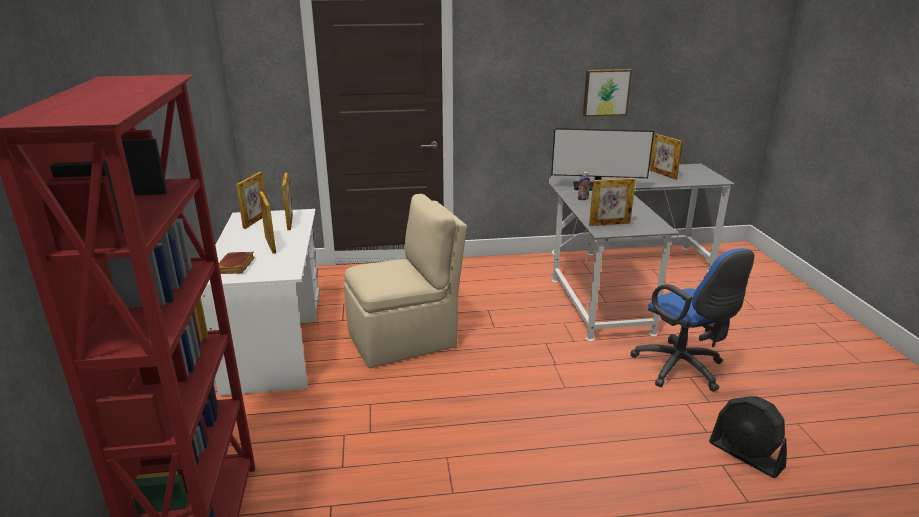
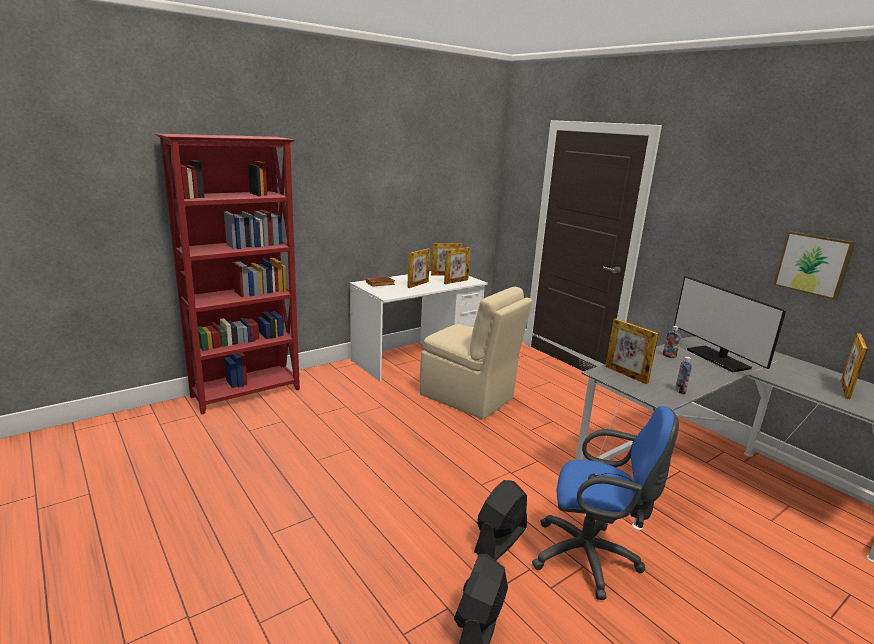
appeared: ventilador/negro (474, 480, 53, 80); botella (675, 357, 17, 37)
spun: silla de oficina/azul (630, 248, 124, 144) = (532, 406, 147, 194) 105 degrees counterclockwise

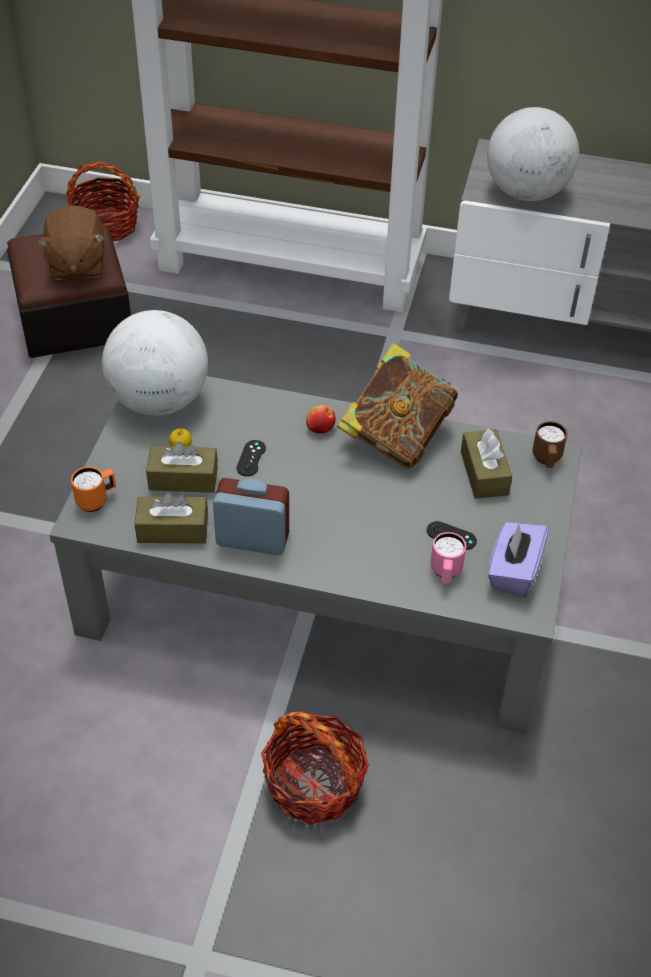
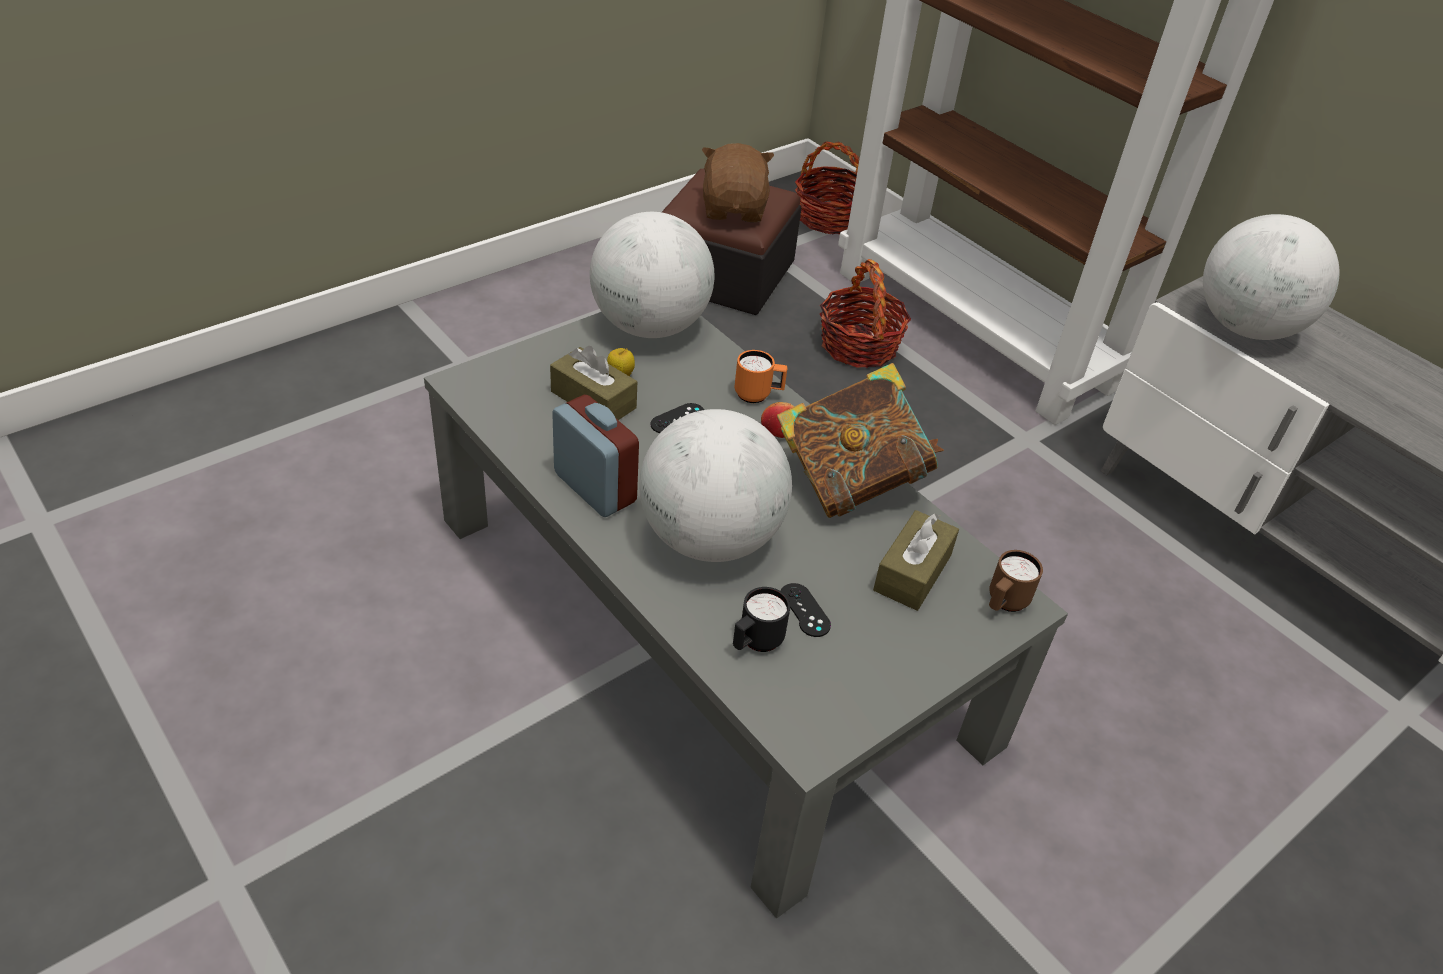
missing: caja de pañuelos/marrón (134, 493, 74, 50); caja de pañuelos/morado (488, 522, 61, 75)
appeared: globo terráqueo (639, 409, 153, 153)
relocated: taza grande/naranja (71, 467, 45, 45) to (735, 350, 52, 53); cesta (261, 711, 108, 114) to (820, 259, 91, 109)
colour: taza grande/rosa (431, 532, 35, 52) to taza grande/negro (733, 587, 57, 65)
spun: peluche/marrón (37, 205, 68, 75) = (702, 143, 72, 79) 150 degrees clockwise

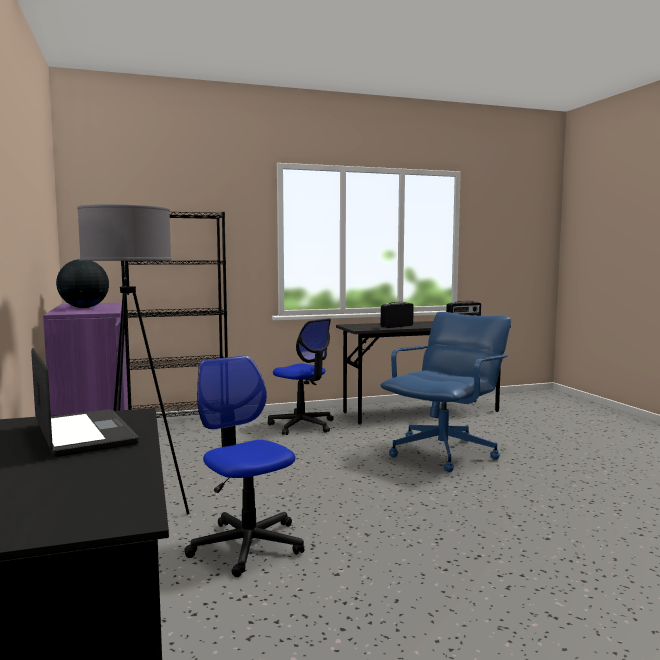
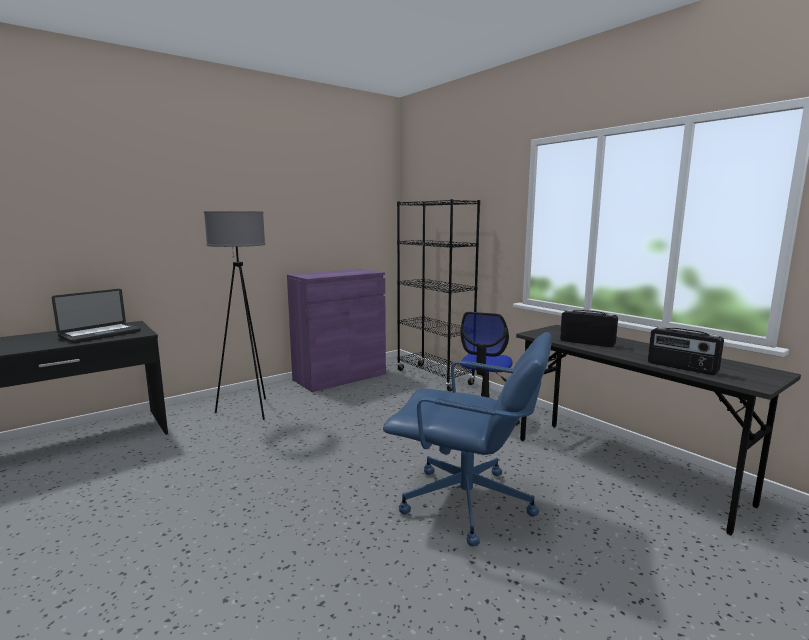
missing: globo terráqueo (56, 259, 53, 49); silla de oficina (184, 356, 121, 221)

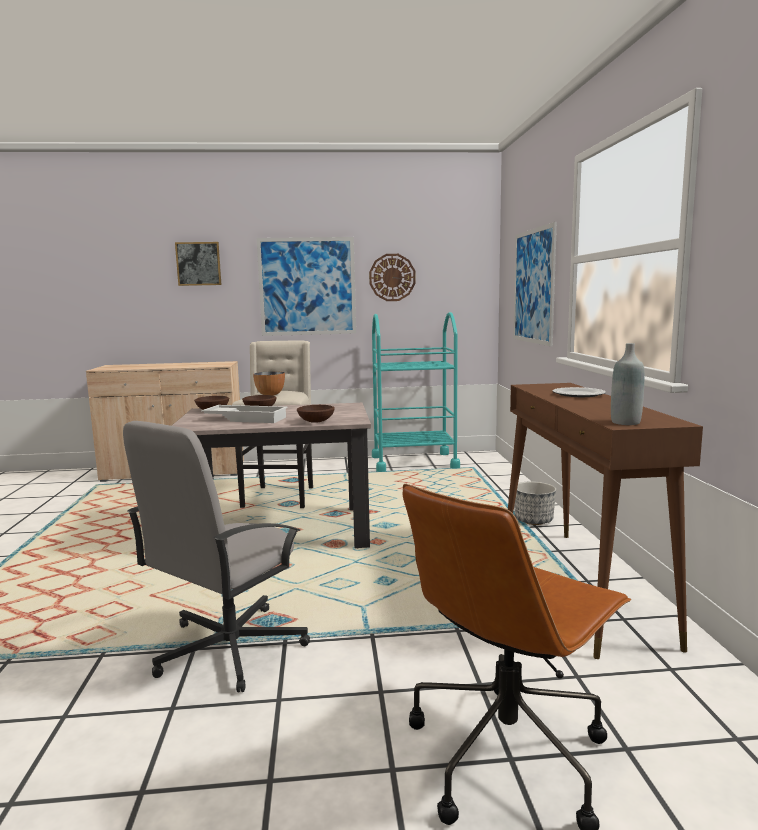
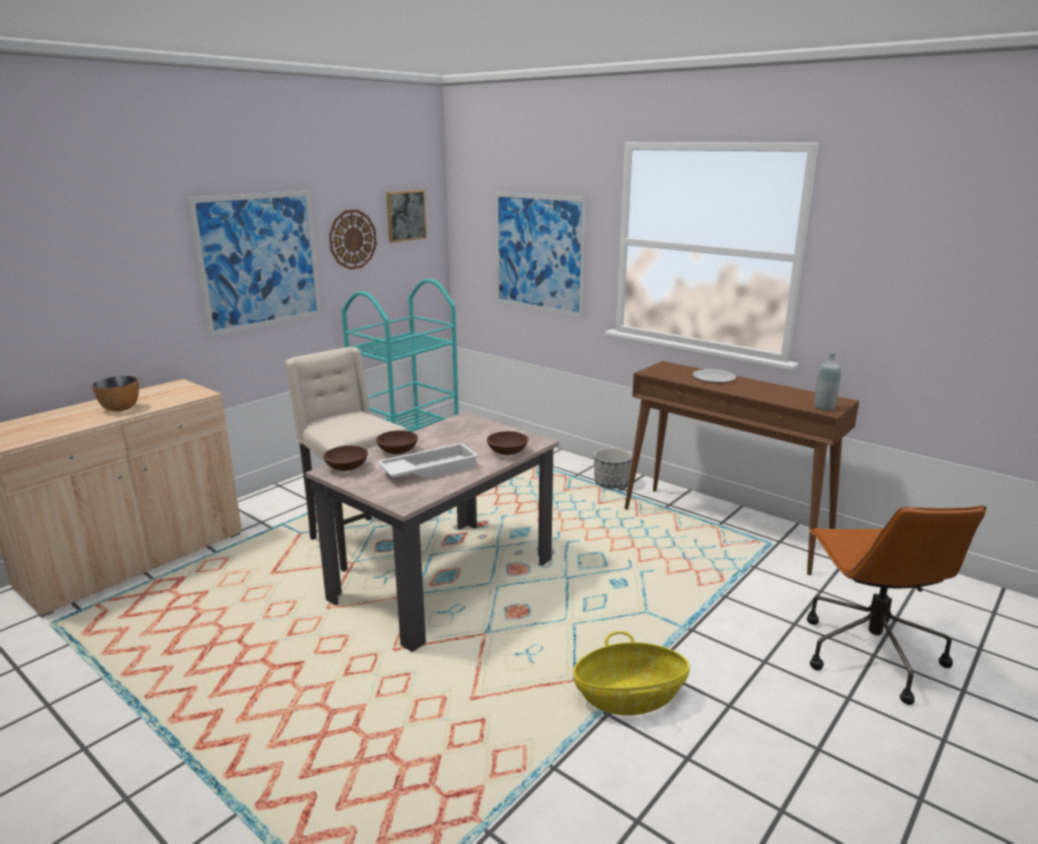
relocated: cuadro (175, 242, 46, 44) to (386, 190, 41, 53); cuenco (253, 371, 32, 25) to (92, 376, 47, 36)
exchanged: silla de oficina/gris (123, 421, 187, 272) to cesta (573, 631, 116, 85)

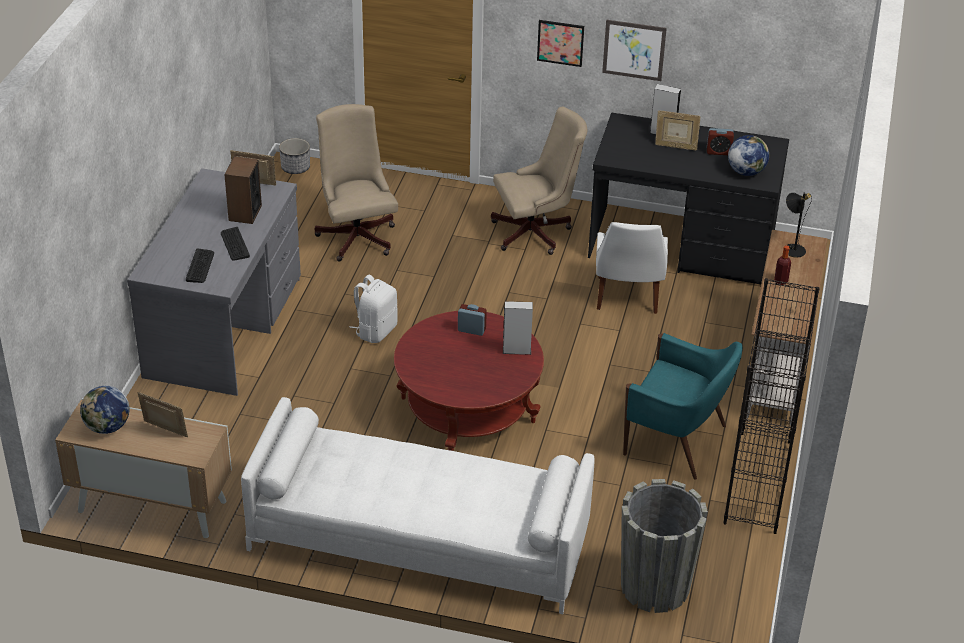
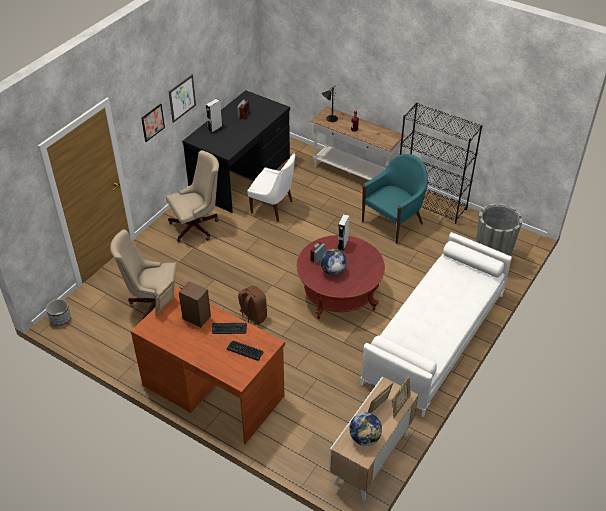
relocated: portarretratos (655, 110, 45, 40) to (392, 377, 19, 41); globo terráqueo (728, 135, 41, 41) to (320, 249, 27, 26)
colour: escritorio/gris (127, 168, 174, 228) to escritorio/marrón (131, 287, 154, 157); mochila/blanco (349, 275, 49, 68) to mochila/marrón (238, 286, 29, 39)
spun: silla de oficina/beis (491, 107, 97, 148) = (166, 150, 53, 92) 60 degrees clockwise

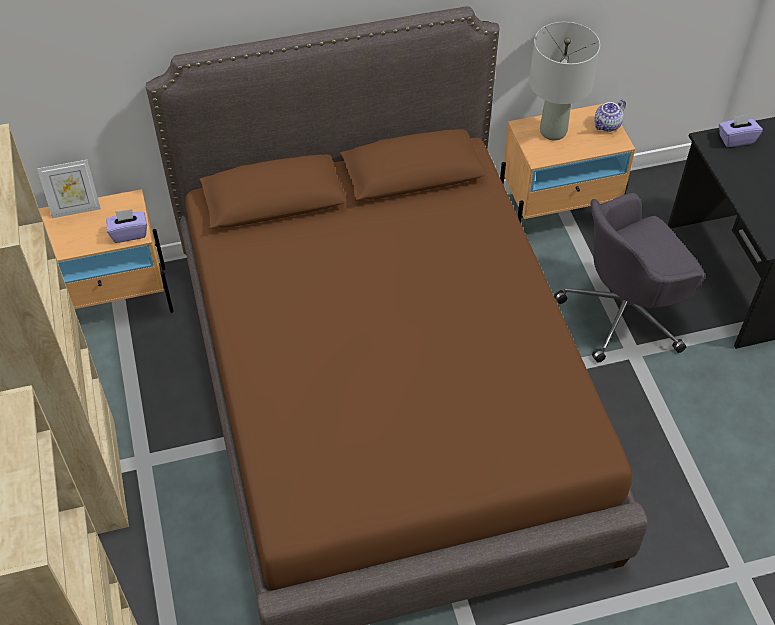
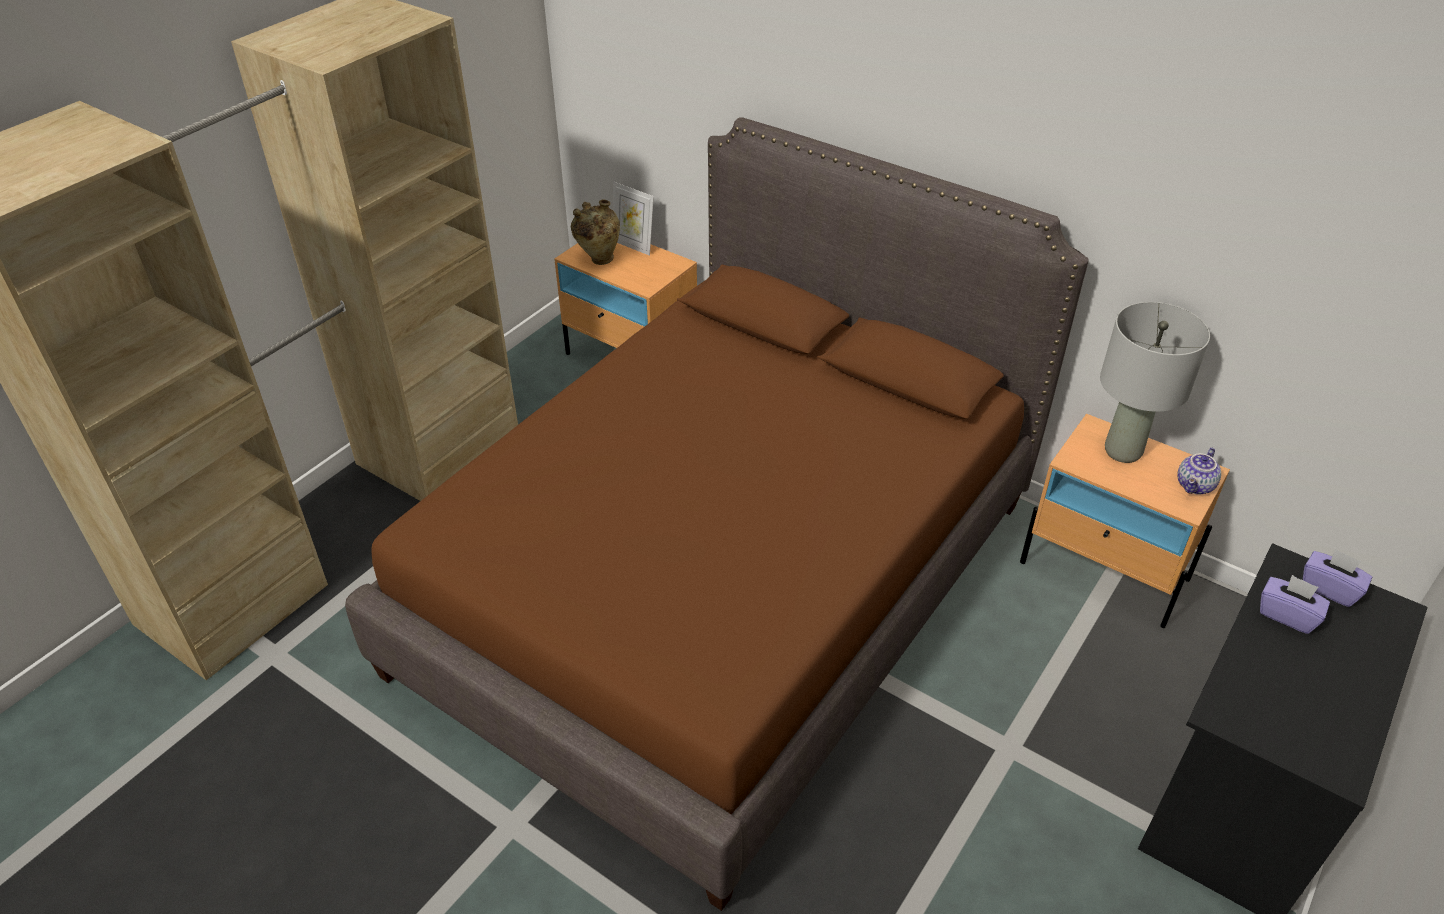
missing: silla de oficina/gris (554, 193, 151, 170)
appeared: florero/beis (571, 200, 49, 65)
relocated: caja de pañuelos/morado (106, 209, 41, 34) to (1260, 575, 70, 59)
spun: tetera (594, 100, 32, 32) = (1177, 448, 44, 47) 60 degrees counterclockwise

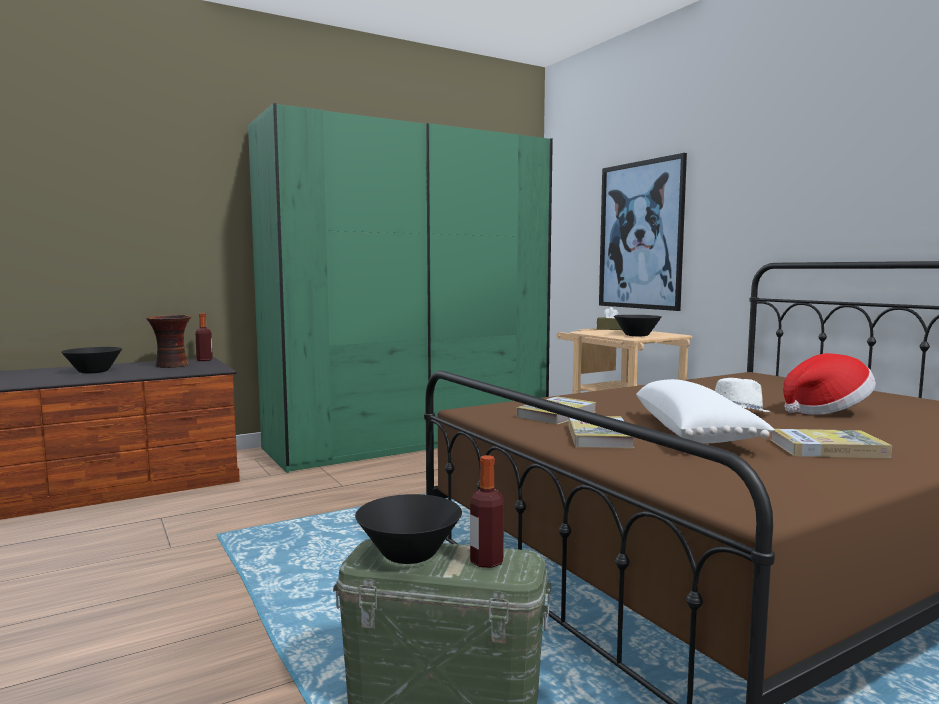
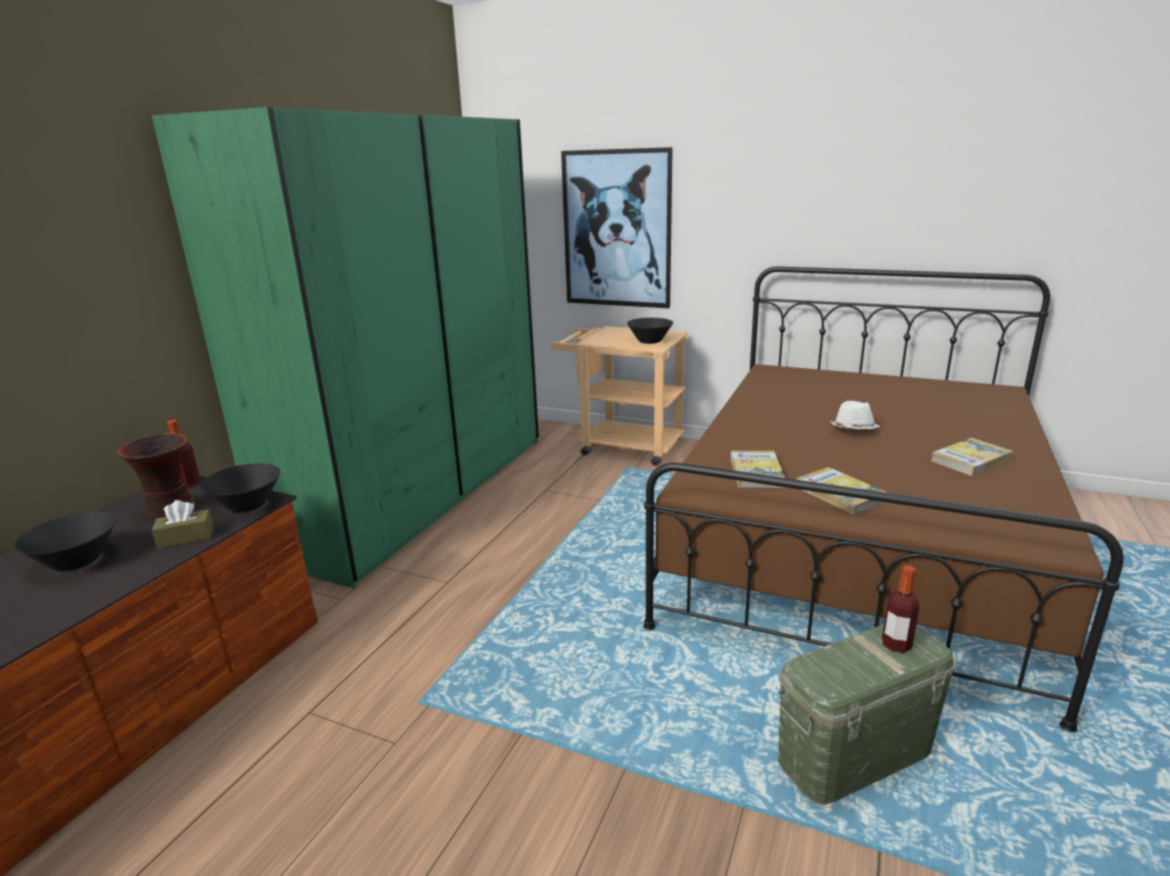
missing: cojín/blanco (636, 379, 139, 64); sombrero (783, 353, 93, 62)
relocated: cuenco/negro (355, 494, 107, 70) to (200, 463, 80, 50); caja de pañuelos/marrón (597, 307, 25, 23) to (152, 500, 62, 48)

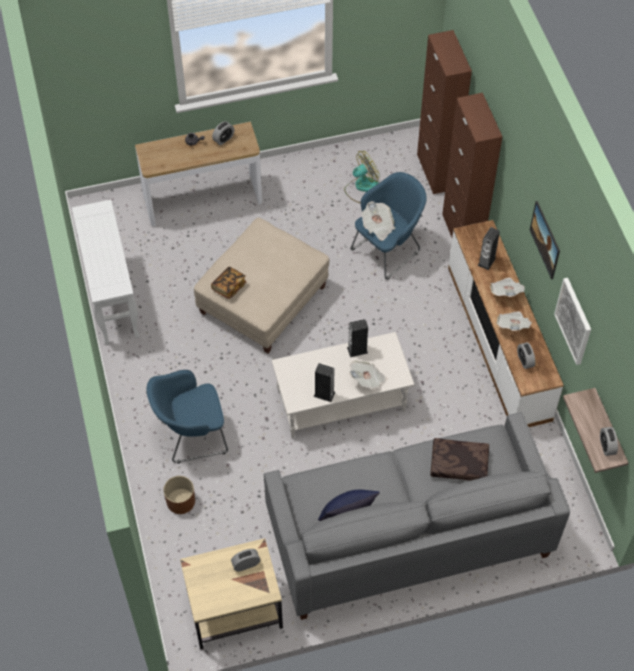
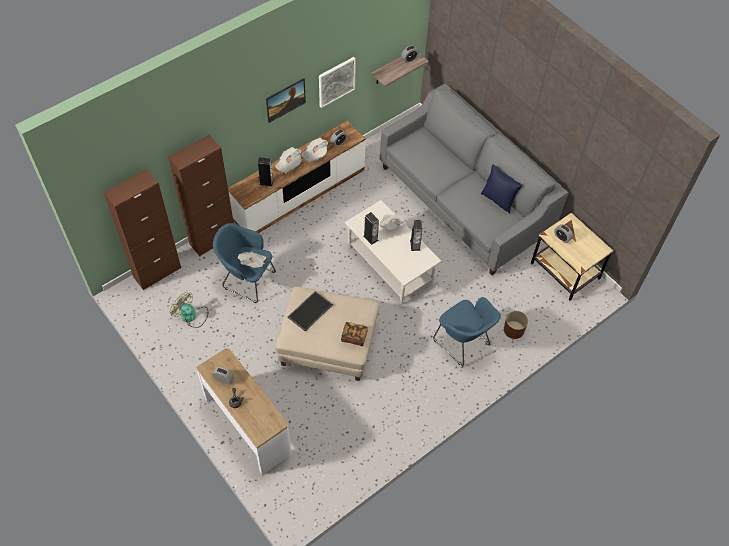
missing: mesa consola/blanco (72, 200, 67, 145); cojín/marrón (430, 438, 59, 43)
appeared: bandeja (287, 291, 46, 40)

